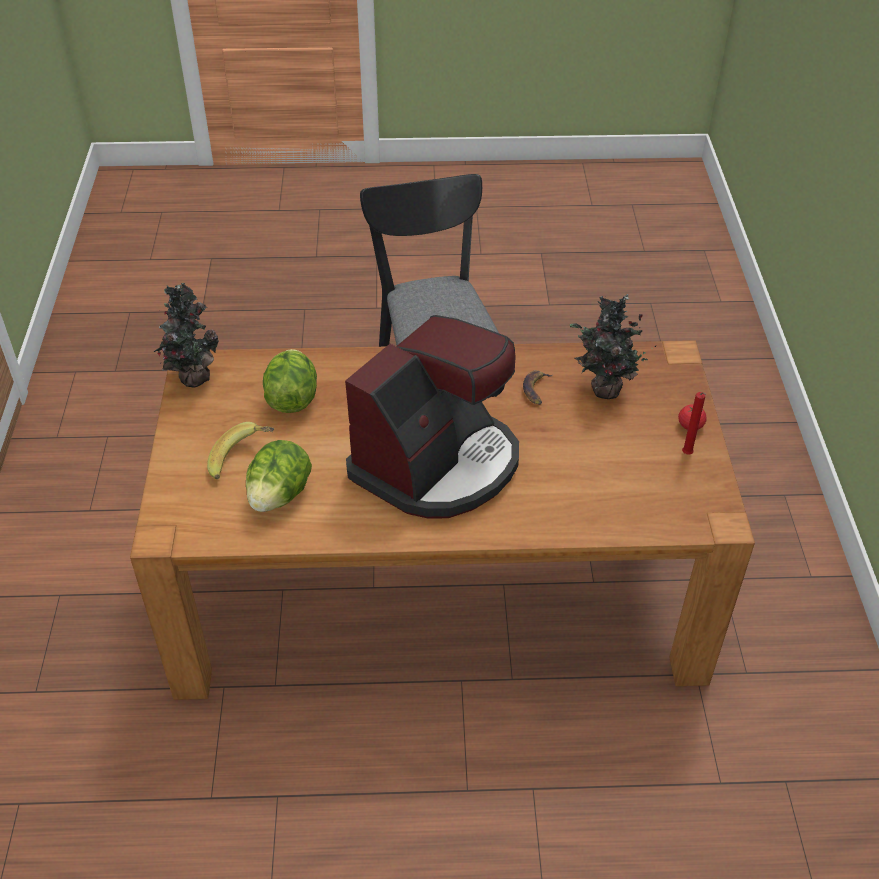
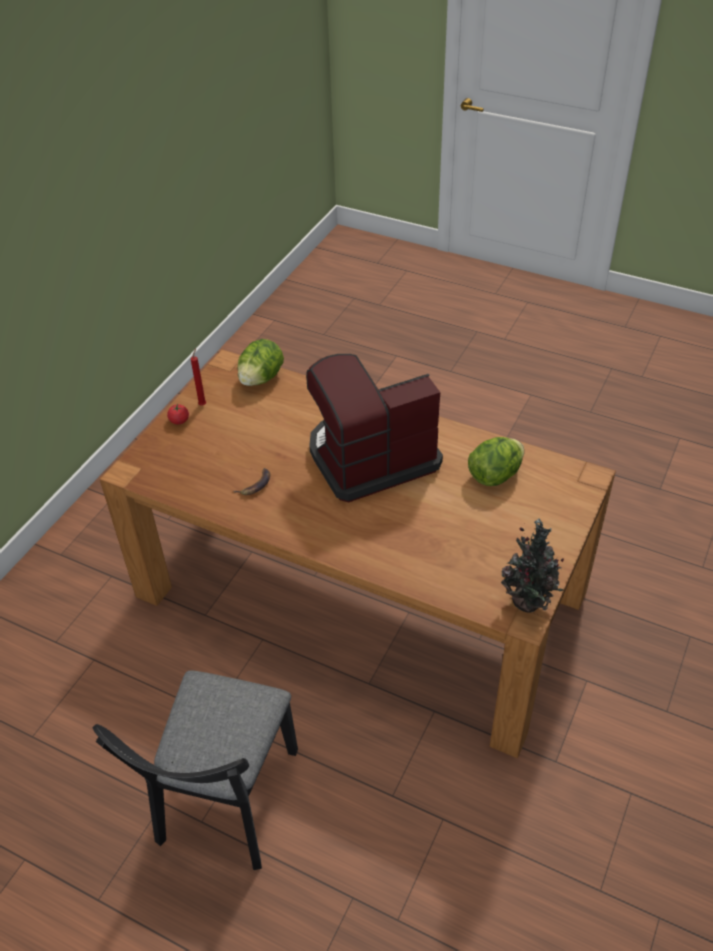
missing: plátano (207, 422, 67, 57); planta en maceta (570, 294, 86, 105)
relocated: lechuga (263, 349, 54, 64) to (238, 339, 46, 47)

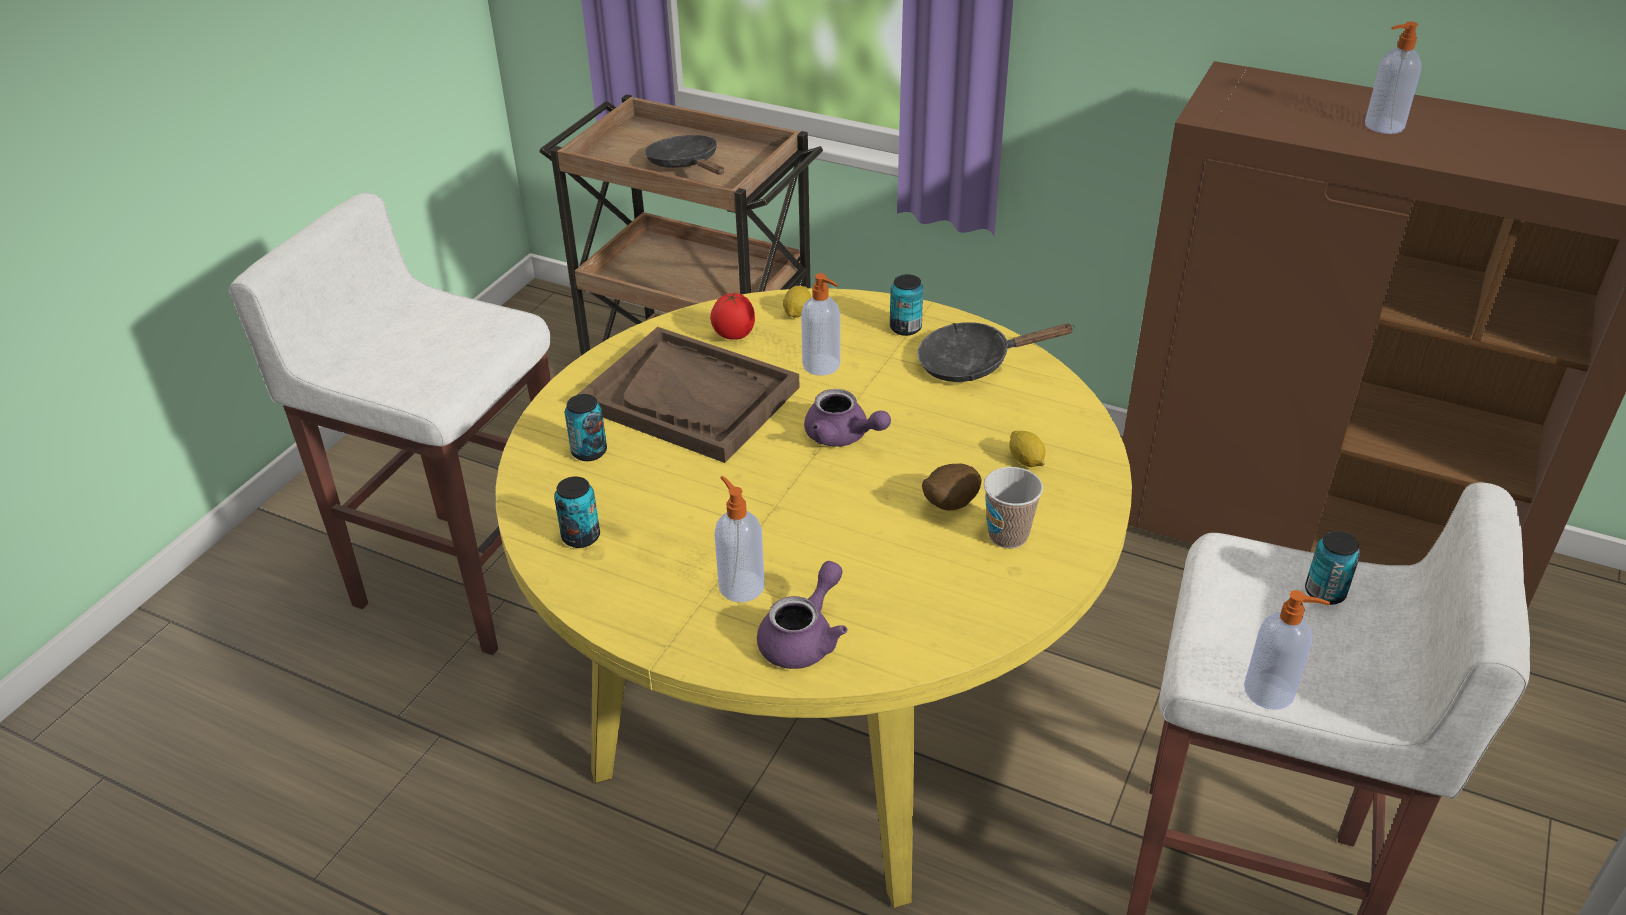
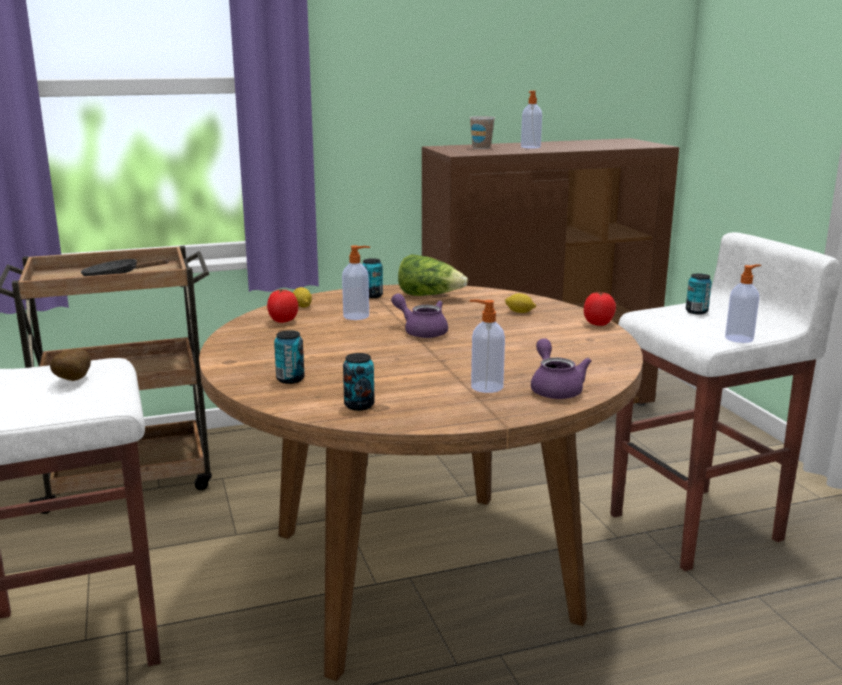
missing: bandeja/marrón (577, 327, 223, 136)
appeared: tomate (584, 292, 32, 34)
relocated: patata (922, 464, 60, 46) to (50, 348, 41, 33); taza (984, 467, 59, 82) to (469, 116, 26, 33)
exchanged: sartén/negro (917, 322, 158, 60) to lechuga (398, 254, 70, 42)
colour: mesa de comedor/amarillo (496, 288, 636, 620) to mesa de comedor/marrón (199, 284, 444, 397)
spun: tetera/morado (804, 389, 87, 58) = (391, 293, 57, 45) 135 degrees counterclockwise

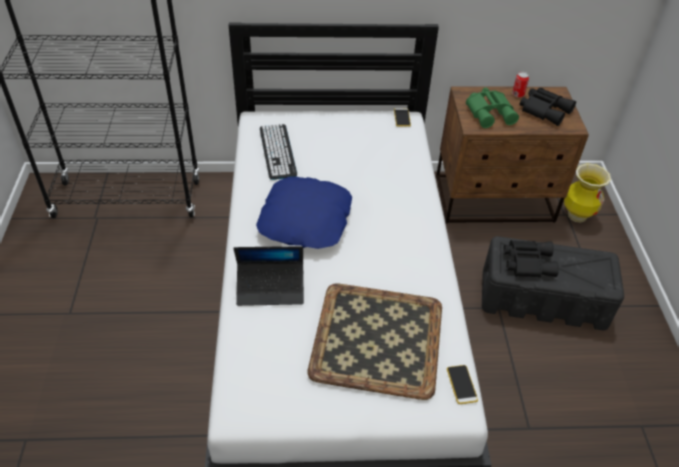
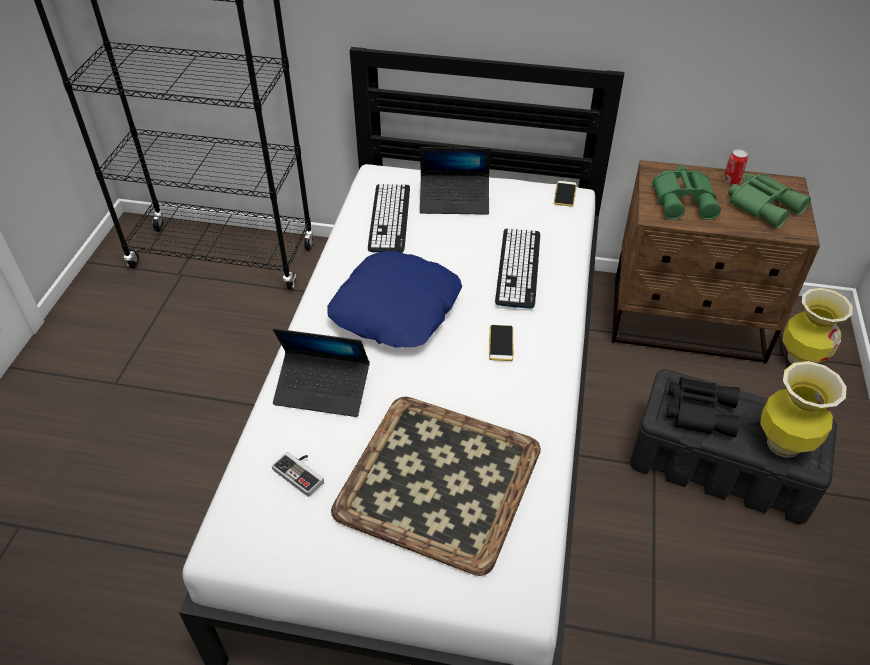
appeared: mando de consola (272, 452, 52, 45); portátil (420, 147, 71, 68); teclado (495, 228, 45, 81); florero (760, 361, 87, 97)
relocated: móvil (447, 365, 31, 39) to (489, 325, 25, 36)
colour: prismáticos/negro (520, 88, 56, 38) to prismáticos/verde (728, 173, 83, 56)

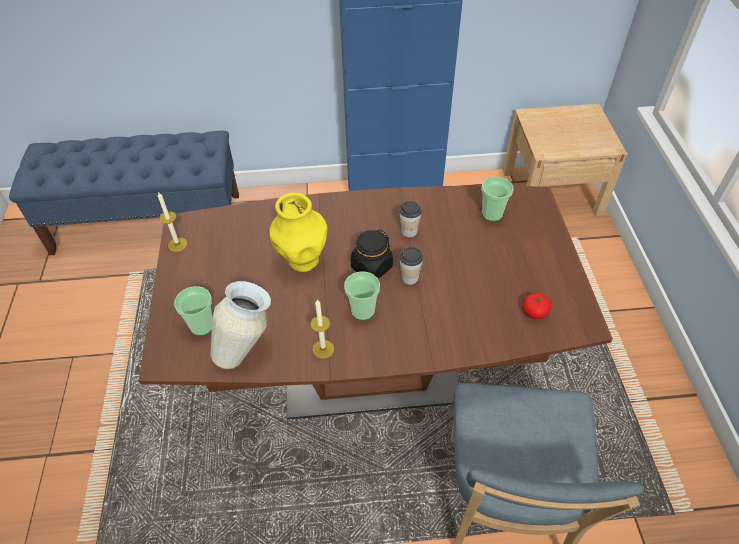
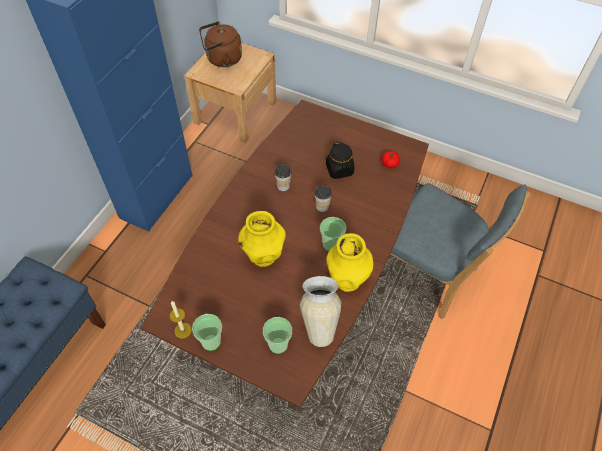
appeared: hervidor/marrón (199, 21, 43, 46)
relocated: tarro/negro (351, 229, 42, 50) to (326, 142, 28, 37); taza (481, 176, 33, 46) to (192, 314, 30, 37)
exchanged: vela (310, 300, 24, 59) to florero/amarillo (327, 233, 46, 59)

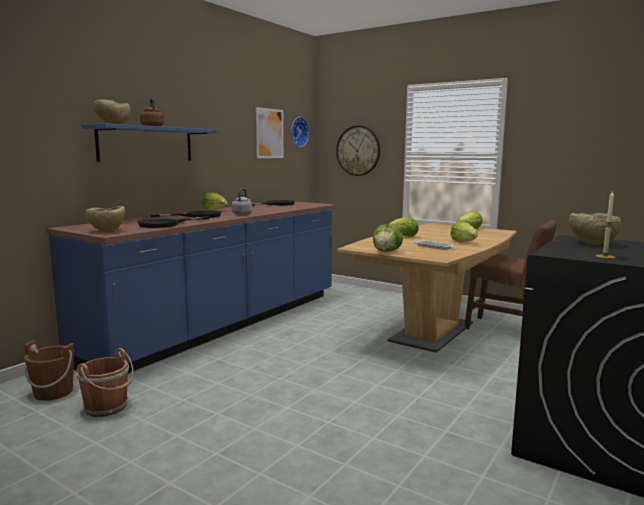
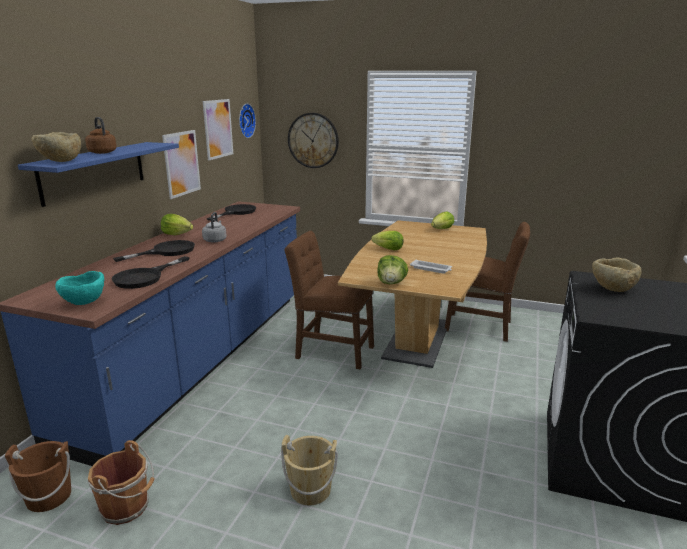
missing: lechuga (450, 221, 28, 21); vela (595, 190, 22, 69)
appeared: cuadro (162, 130, 39, 69); cubo/beis (281, 435, 57, 70); silla/marrón (285, 231, 89, 138)
colour: cuenco/beis (85, 206, 40, 25) to cuenco/turquesa (55, 271, 49, 34)

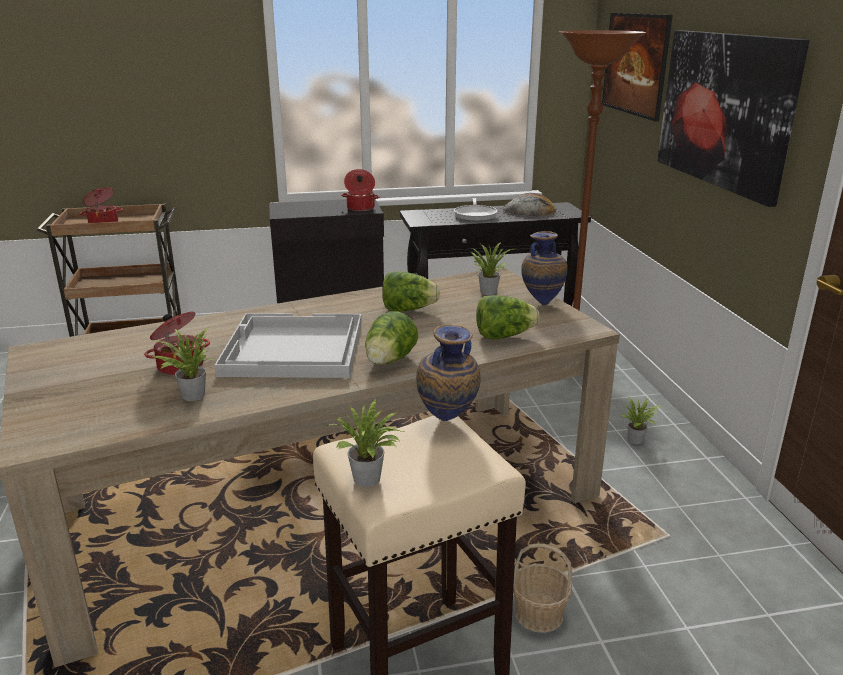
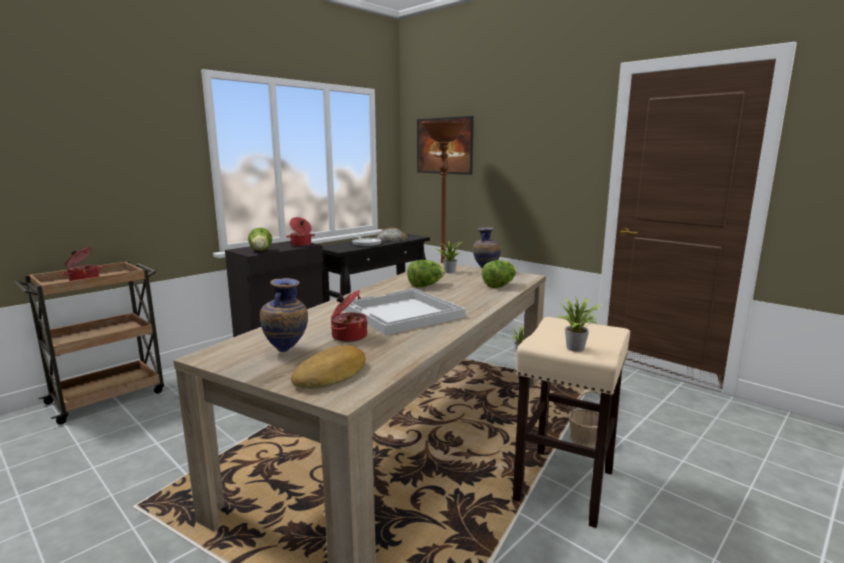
missing: planta en maceta (152, 327, 63, 74); cuadro (657, 30, 153, 177)
appeared: pan (291, 345, 75, 44)
relocated: lechuga (365, 311, 53, 53) to (248, 228, 24, 23); florero (416, 324, 65, 97) to (260, 278, 48, 74)

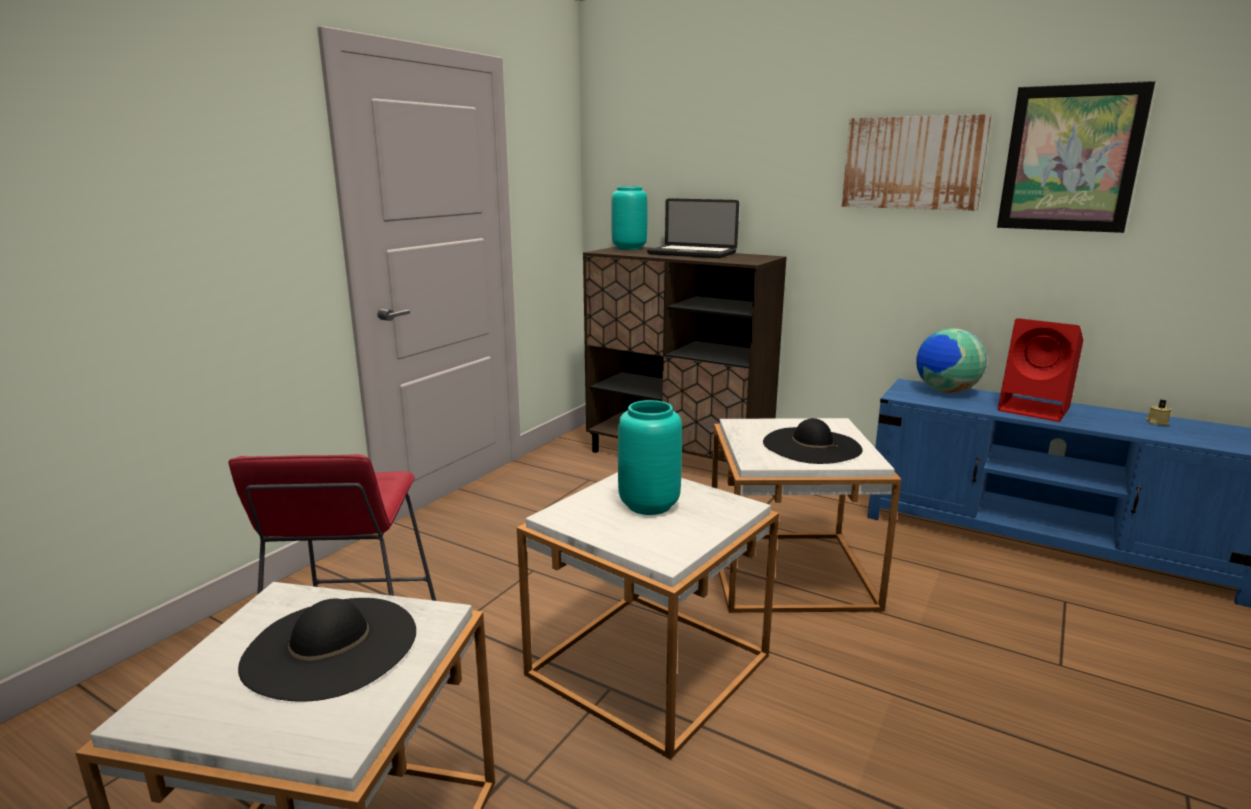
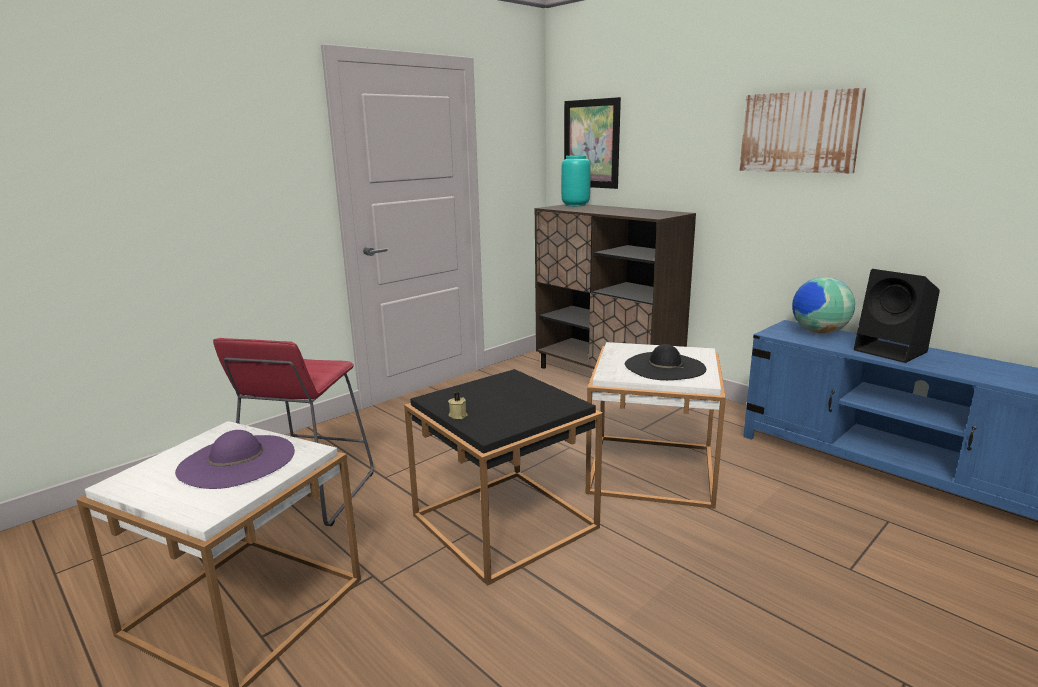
missing: florero/turquesa (618, 400, 64, 115); portátil (647, 198, 92, 60)
relocated: cuadro (997, 81, 158, 152) to (564, 97, 57, 92); vela/beis (1146, 399, 26, 26) to (448, 392, 20, 27)
colour: sombrero/negro (238, 598, 178, 104) to sombrero/morado (175, 430, 120, 59); mesa auxiliar/blanco (517, 472, 262, 288) to mesa auxiliar/negro (404, 369, 199, 217); altavoz/rojo (998, 318, 85, 104) to altavoz/negro (854, 269, 86, 94)

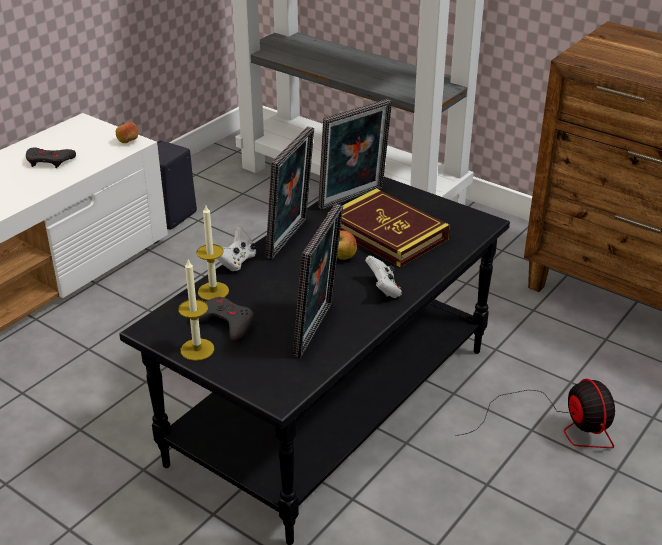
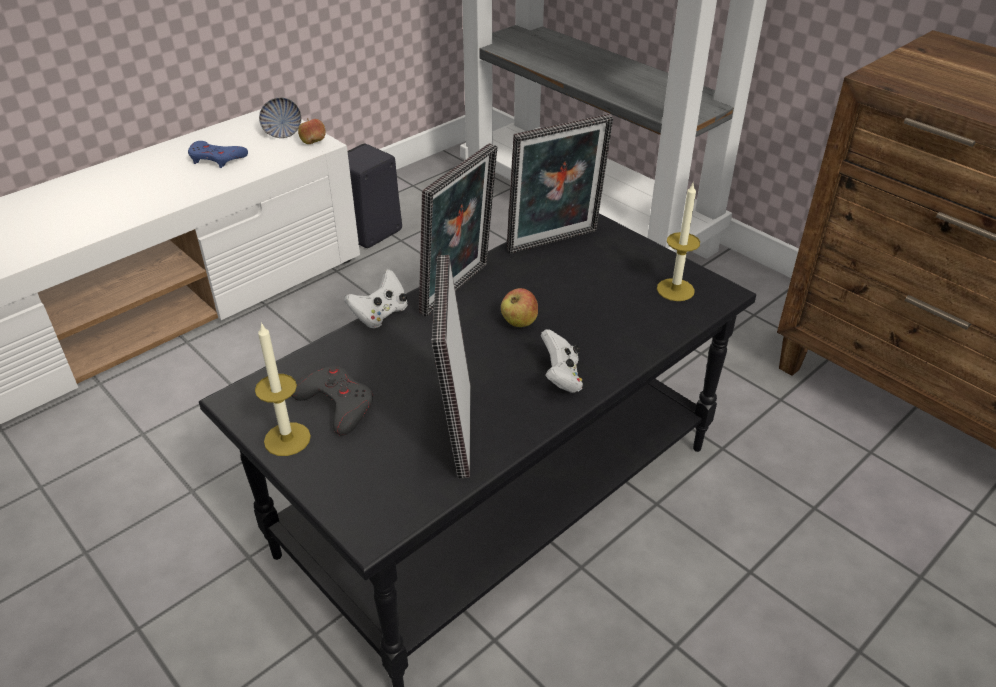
missing: libro (328, 189, 122, 78); ventilador (455, 379, 160, 69)
appeared: cuenco (259, 98, 42, 40)
relocated: vela (196, 205, 33, 95) to (657, 183, 43, 118)
colour: mando de consola/gris (26, 147, 50, 21) to mando de consola/azul (188, 141, 60, 27)
spun: portarretratos (293, 203, 50, 155) = (431, 255, 40, 223) 150 degrees clockwise

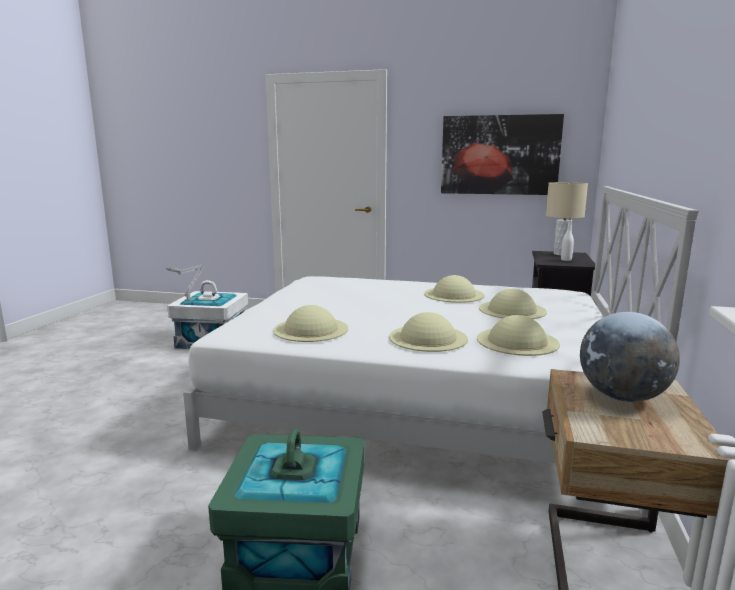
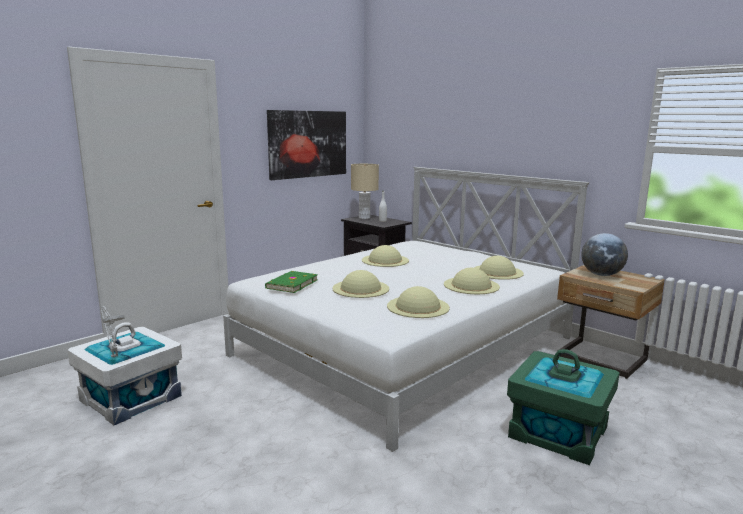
appeared: libro/verde (265, 271, 53, 22)
relocated: sombrero/beis (479, 289, 68, 30) to (332, 270, 57, 28)

